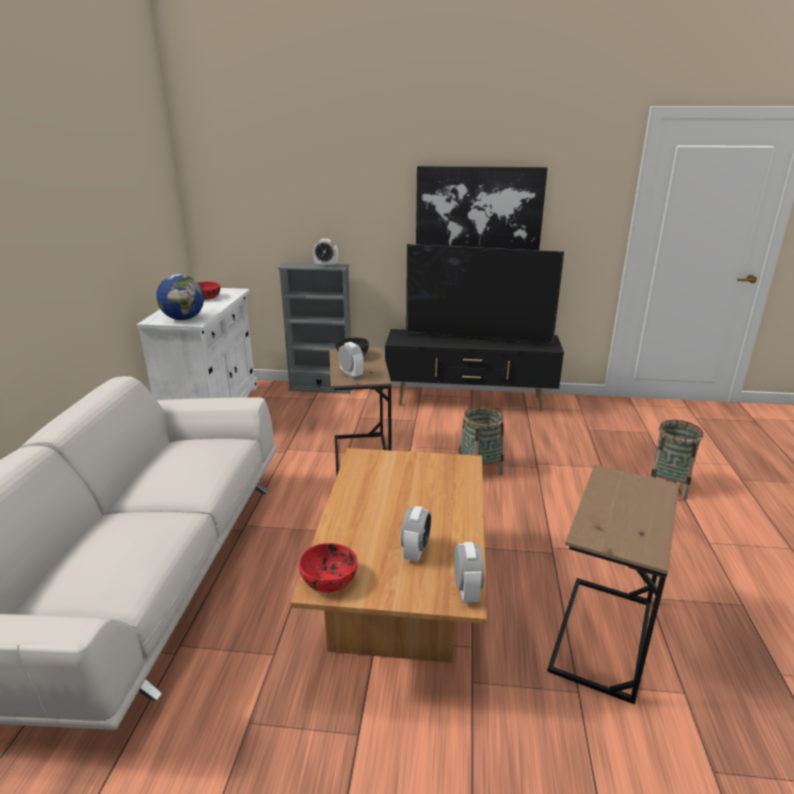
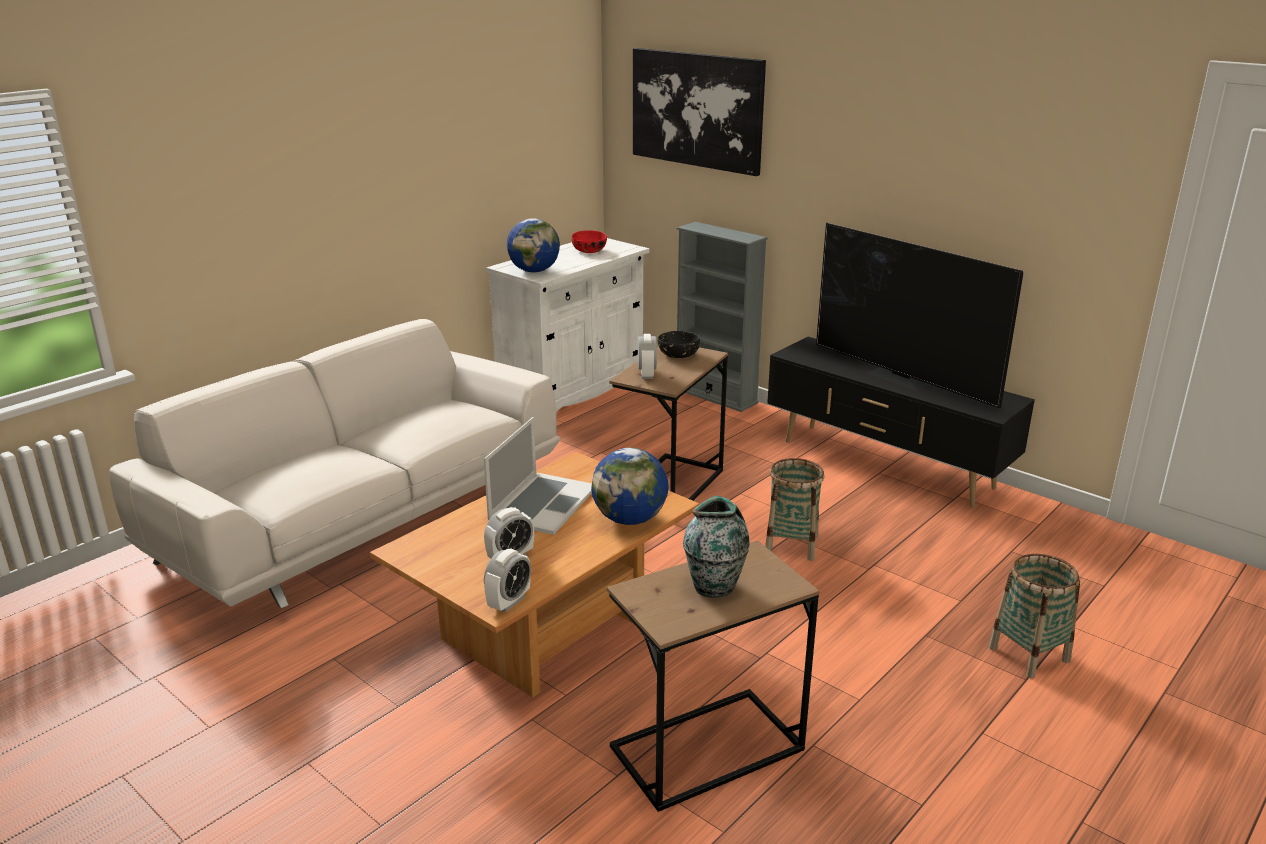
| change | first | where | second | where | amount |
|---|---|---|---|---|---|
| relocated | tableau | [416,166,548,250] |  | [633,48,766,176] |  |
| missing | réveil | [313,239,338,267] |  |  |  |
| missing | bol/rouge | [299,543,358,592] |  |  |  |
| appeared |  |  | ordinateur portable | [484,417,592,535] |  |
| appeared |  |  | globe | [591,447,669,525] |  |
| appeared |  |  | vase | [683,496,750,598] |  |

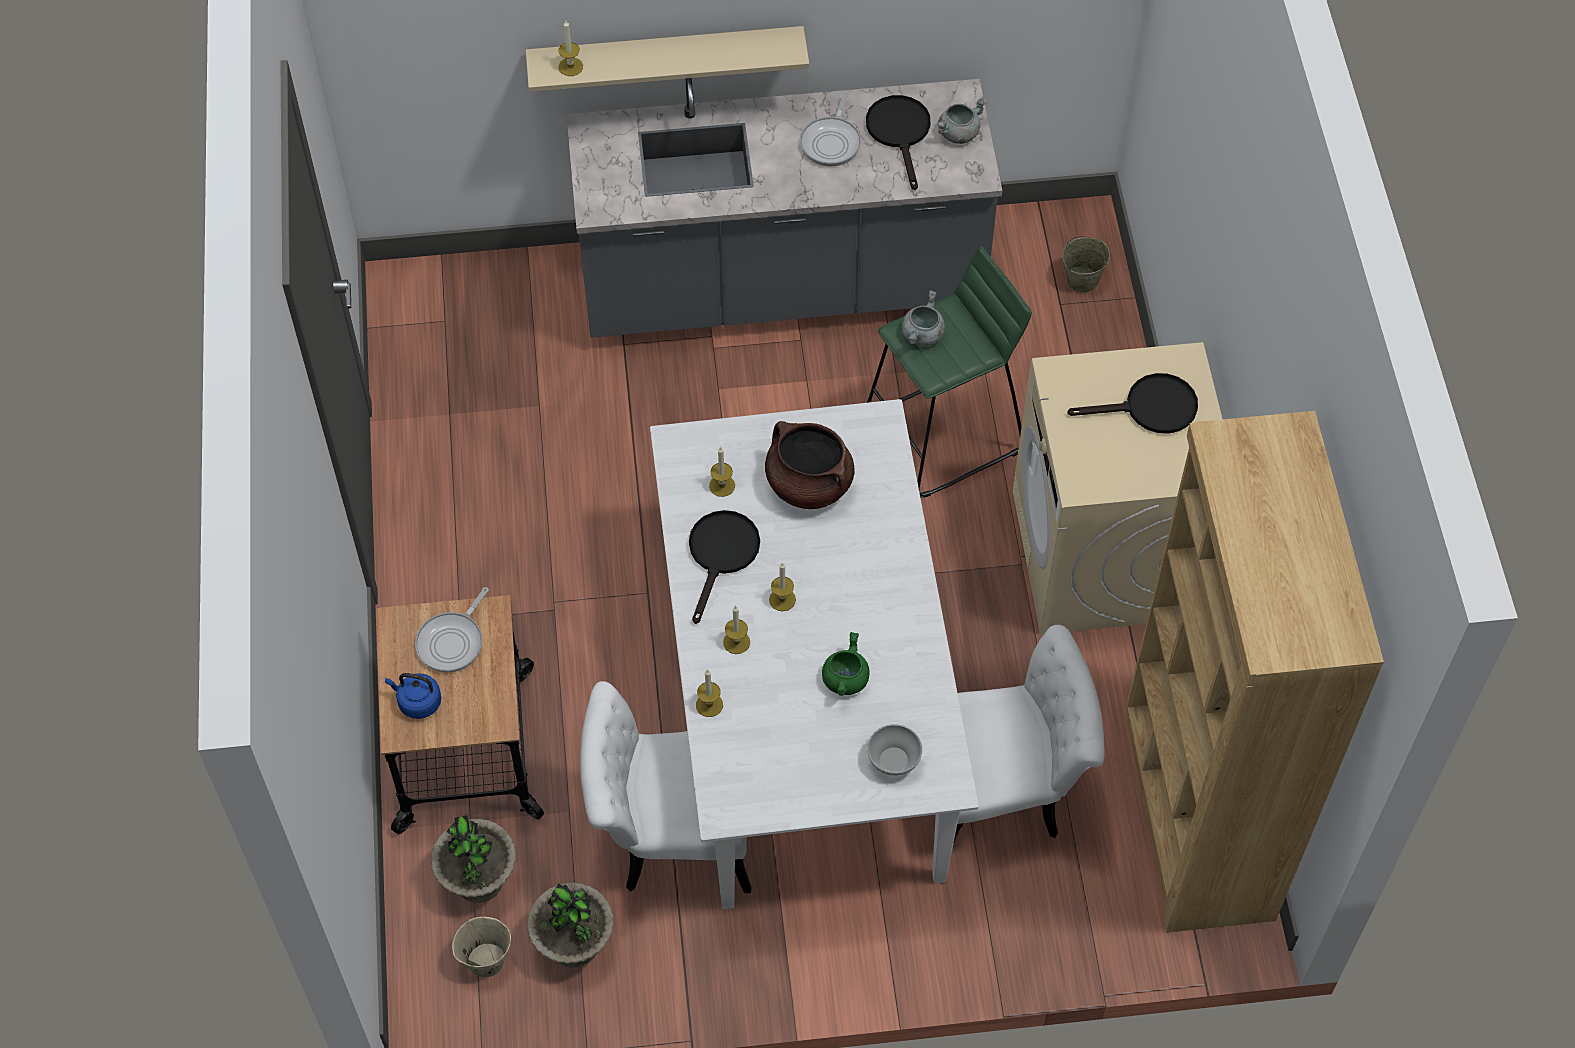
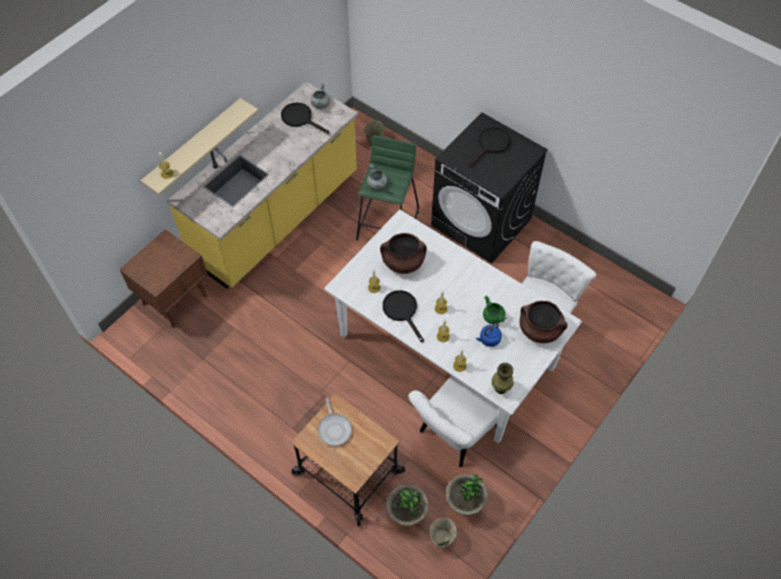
| change | first | where | second | where | amount |
|---|---|---|---|---|---|
| colour | comptoir de cuisine/gris | [566,78,1002,338] | comptoir de cuisine/jaune | [167,82,358,289] |  |
| missing | poêle | [800,92,861,167] |  |  |  |
| colour | lave-linge/beige | [1013,342,1222,634] | lave-linge/noir | [431,113,548,264] |  |
| missing | bibliothèque/marron | [1125,411,1384,933] |  |  |  |
| relocated | bouilloire/bleu | [385,673,441,719] |  | [476,323,502,347] |  |
| exchanged | bol | [867,724,922,776] | marmite/marron | [520,301,567,343] |  |
| appeared |  |  | table de chevet/marron | [119,229,208,328] |  |
| appeared |  |  | vase/vert | [492,363,513,394] |  |

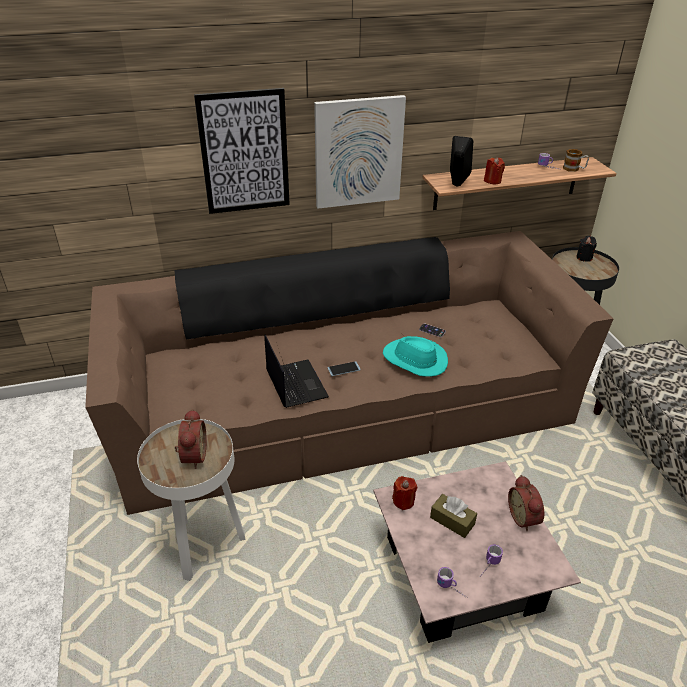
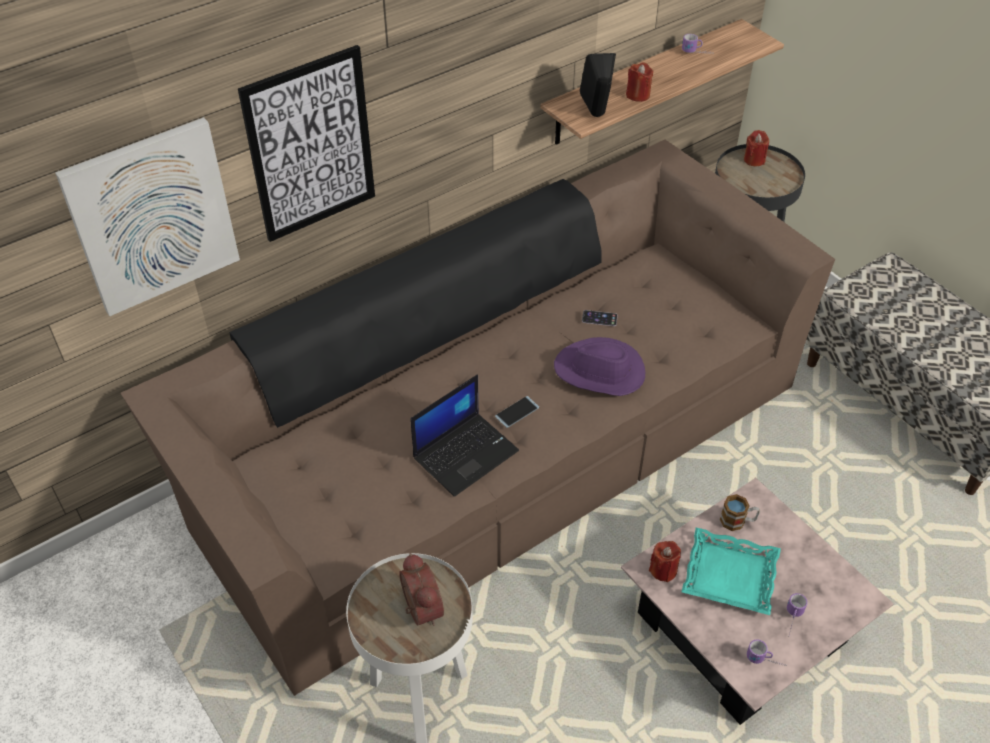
| change | first | where | second | where | amount |
|---|---|---|---|---|---|
| relocated | tableau | [314,95,406,209] |  | [55,117,240,316] |  |
| relocated | mug | [563,149,589,172] |  | [720,494,760,531] |  |
| colour | bougie/noir | [576,236,597,262] | bougie/rouge | [744,130,769,166] |  |
| spun | ordinateur portable | [264,334,329,408] |  | [410,374,519,497] | 90 degrees clockwise |
| colour | chapeau/turquoise | [383,336,448,377] | chapeau/violet | [554,337,645,396] |  |
| missing | réveil | [508,475,544,532] |  |  |  |
| exchanged | boîte à mouchoirs/marron | [430,494,477,538] | plateau/turquoise | [681,527,781,615] |  |

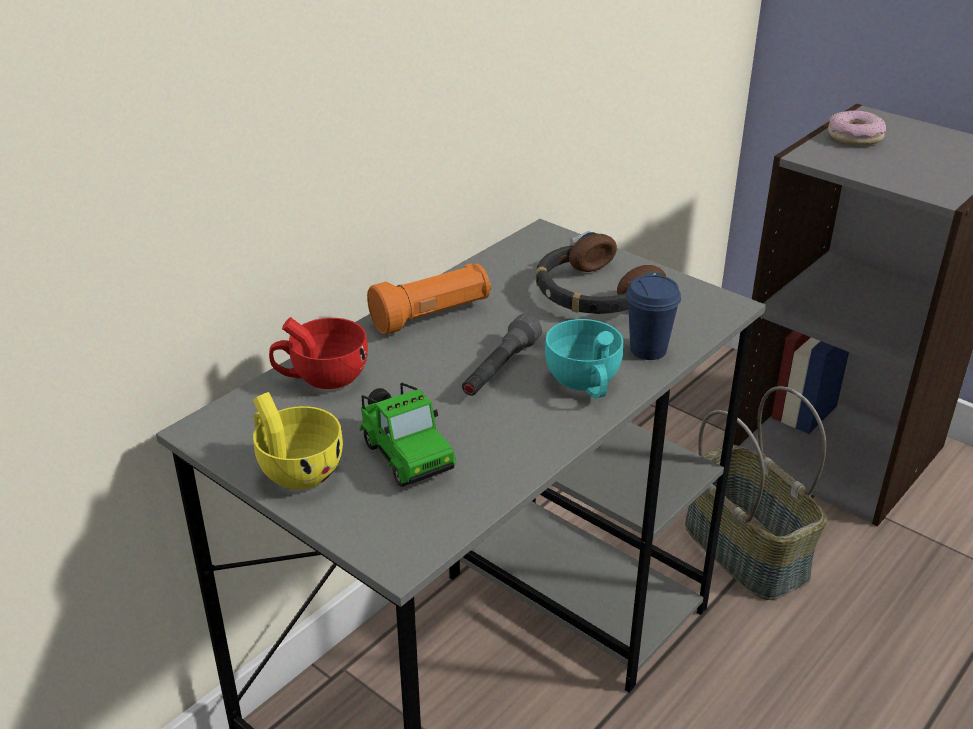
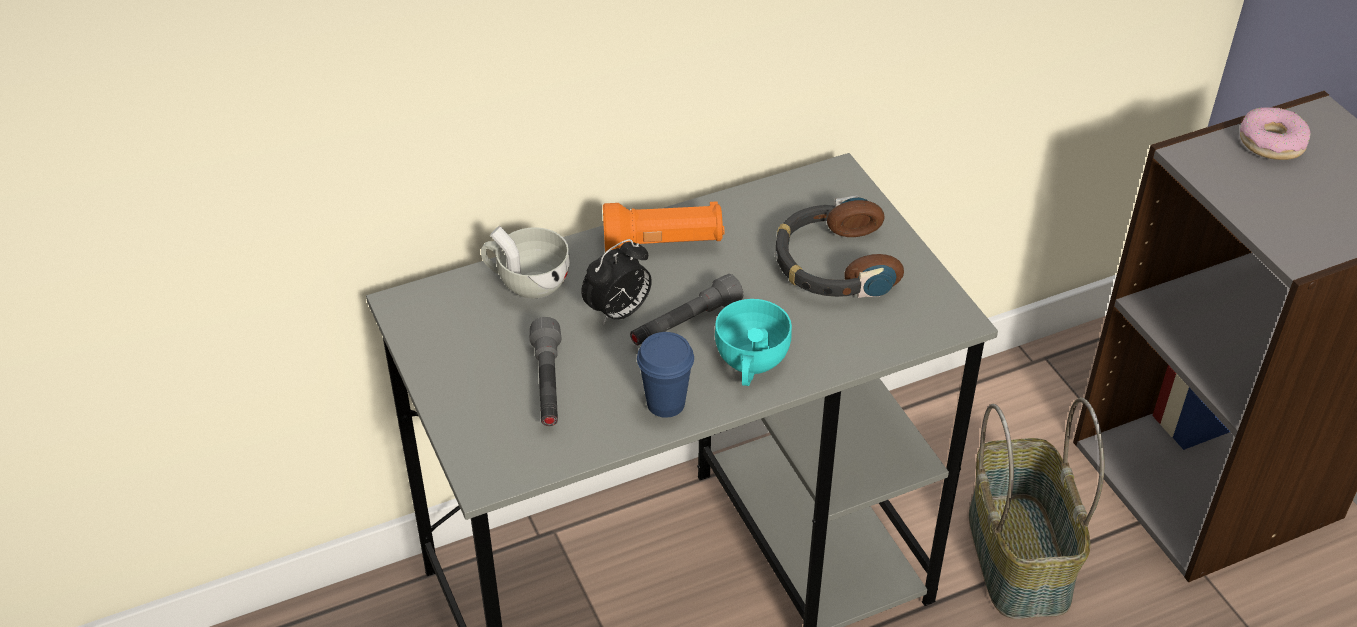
| change | first | where | second | where | amount |
|---|---|---|---|---|---|
| relocated | tasse/bleu | [626,275,681,360] |  | [637,332,694,418] |  |
| colour | tasse/rouge | [269,317,368,389] | tasse/blanc | [481,226,570,299] |  |
| exchanged | petite voiture | [359,383,457,487] | lampe de poche/gris | [530,317,561,426] |  |
| missing | tasse/jaune | [253,392,343,490] |  |  |  |
| appeared |  |  | réveil | [581,239,652,325] |  |

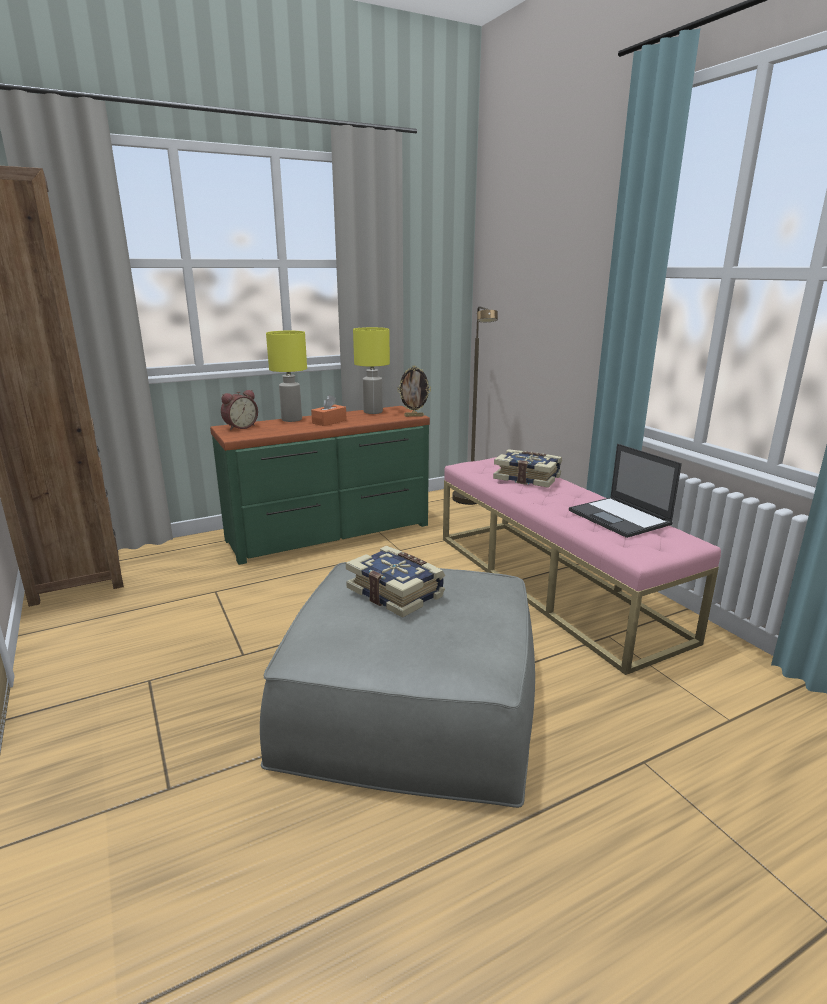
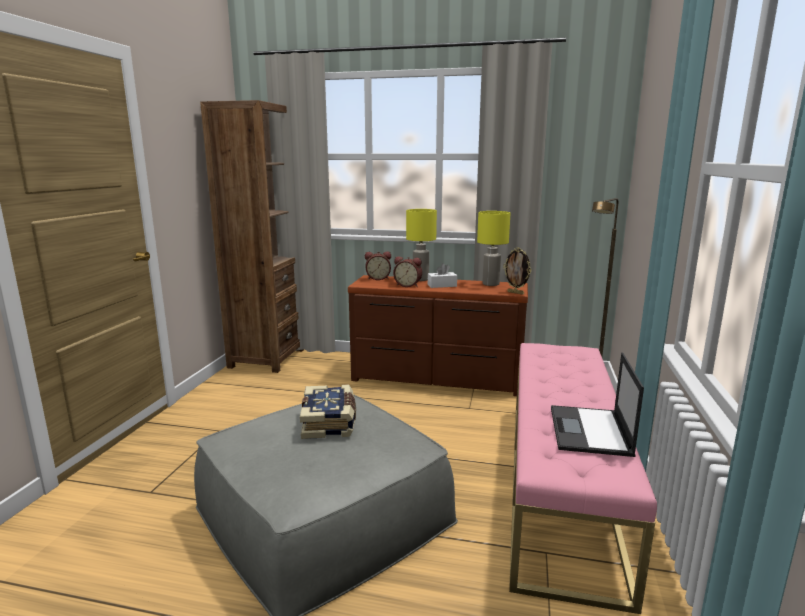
| change | first | where | second | where | amount |
|---|---|---|---|---|---|
| colour | boîte à mouchoirs/orange | [311,395,347,426] | boîte à mouchoirs/blanc | [428,263,457,288] |  |
| colour | commode/vert | [210,406,430,565] | commode/marron | [348,275,528,396] |  |
| missing | livre | [493,449,562,488] |  |  |  |
| appeared |  |  | réveil | [393,256,422,287] |  |

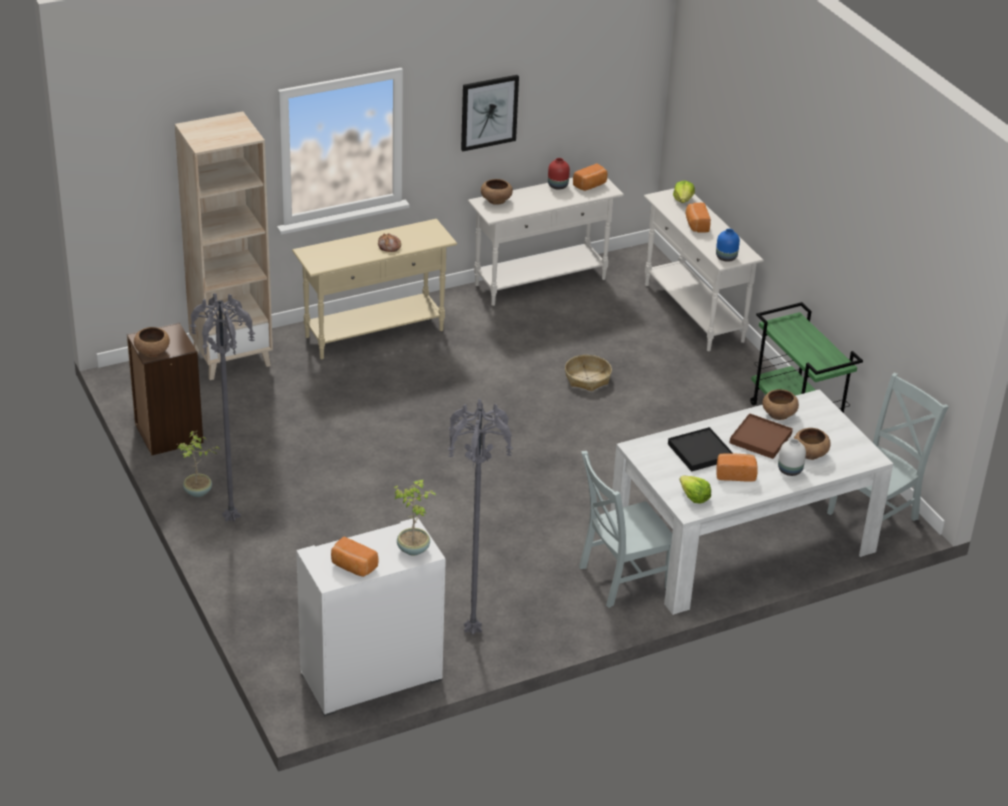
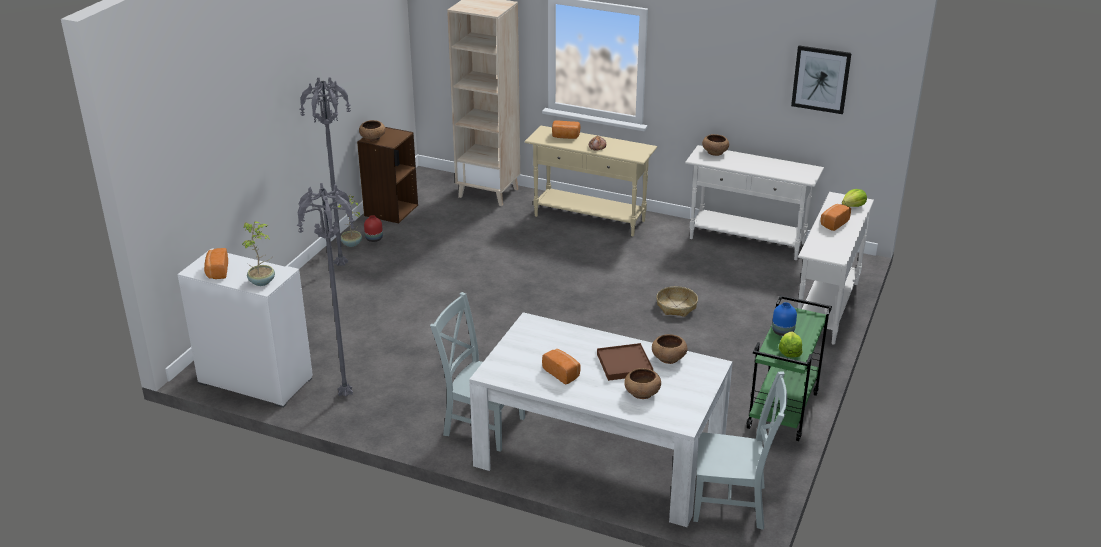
| change | first | where | second | where | amount |
|---|---|---|---|---|---|
| relocated | tableau | [461,75,519,151] |  | [791,45,852,114] |  |
| relocated | vase/rouge | [548,158,570,190] |  | [364,215,383,242] |  |
| relocated | pain | [573,164,607,191] |  | [552,120,580,139] |  |
| relocated | vase/bleu | [716,229,740,262] |  | [772,302,797,336] |  |
| missing | plateau/noir | [668,427,734,472] |  |  |  |
| missing | vase/blanc | [778,439,806,476] |  |  |  |
| relocated | laitue | [679,475,711,504] |  | [779,331,802,357] |  |

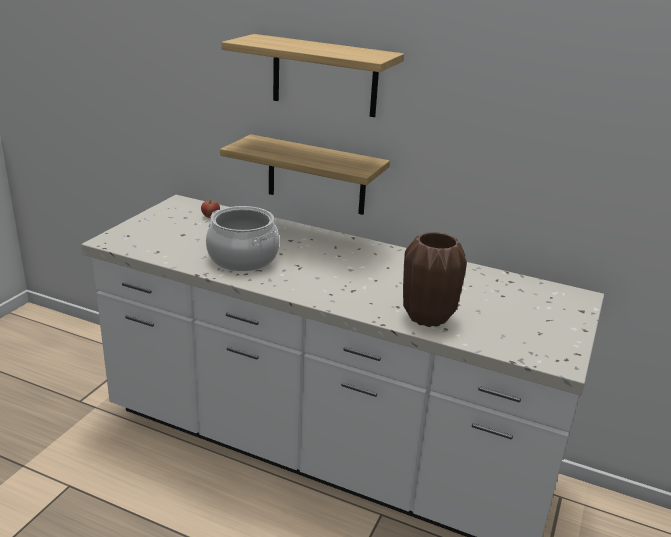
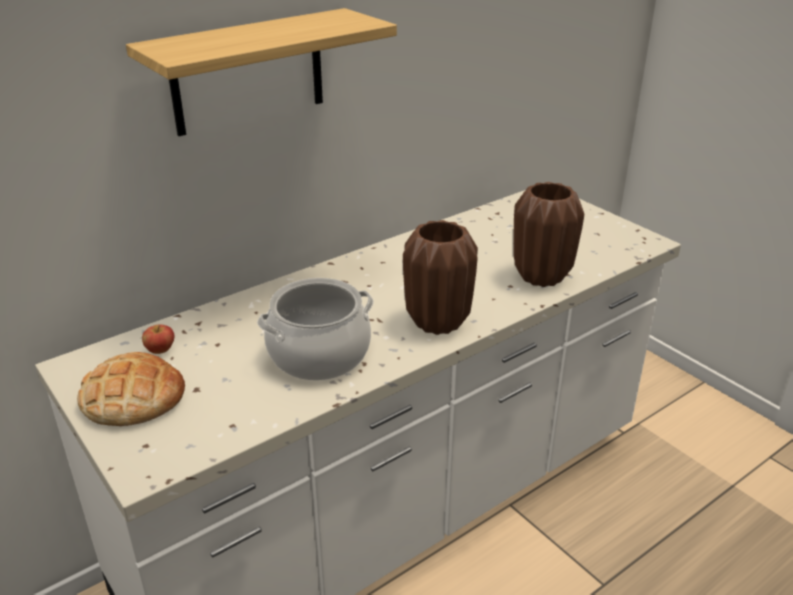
| change | first | where | second | where | amount |
|---|---|---|---|---|---|
| missing | étagère | [220,134,390,215] |  |  |  |
| appeared |  |  | vase/marron | [403,220,478,335] |  |
| appeared |  |  | pain | [77,352,185,426] |  |

